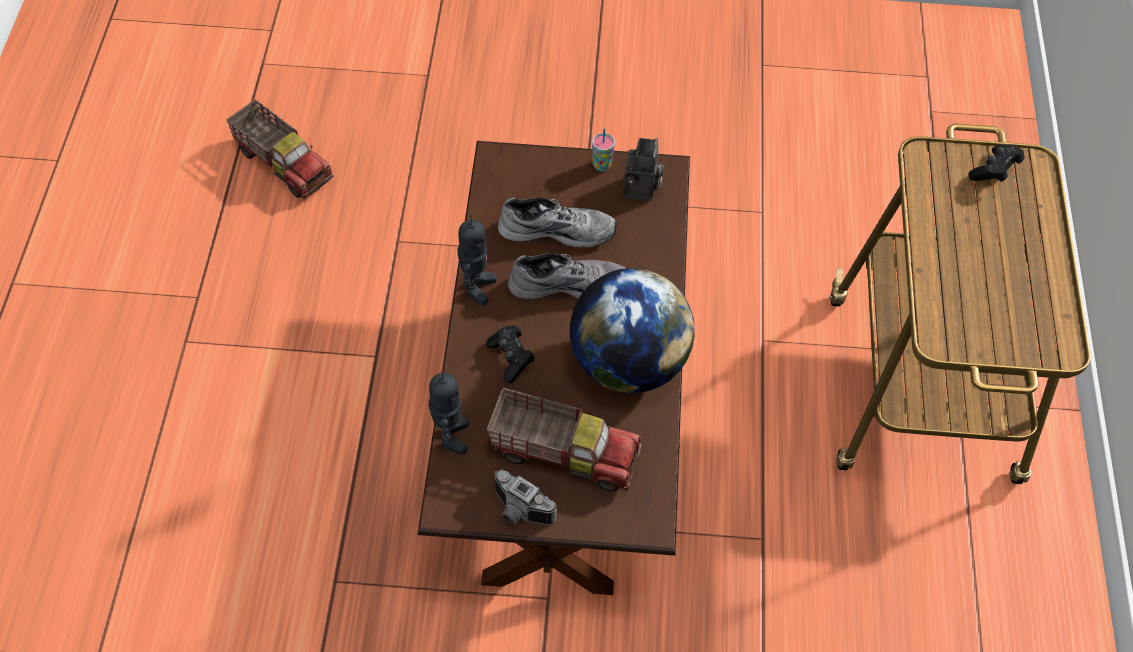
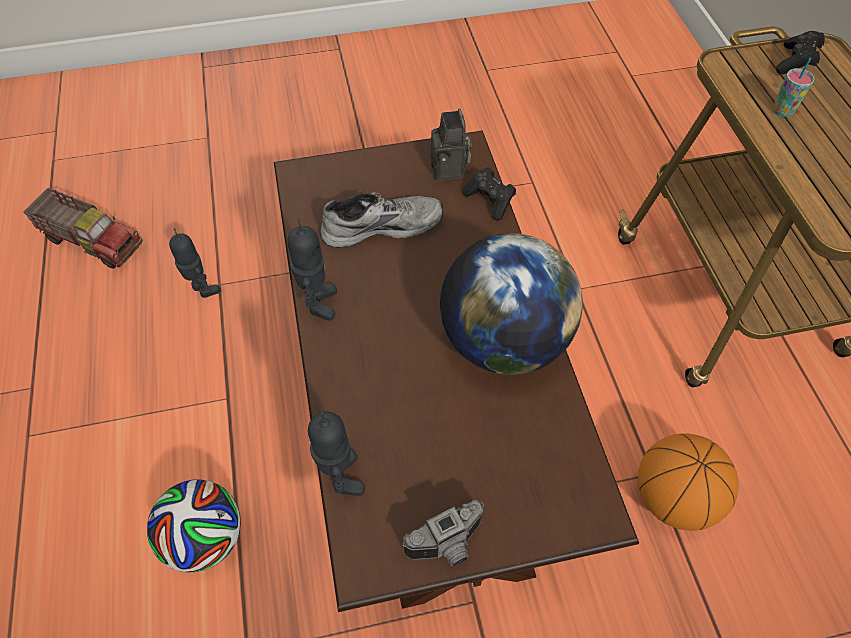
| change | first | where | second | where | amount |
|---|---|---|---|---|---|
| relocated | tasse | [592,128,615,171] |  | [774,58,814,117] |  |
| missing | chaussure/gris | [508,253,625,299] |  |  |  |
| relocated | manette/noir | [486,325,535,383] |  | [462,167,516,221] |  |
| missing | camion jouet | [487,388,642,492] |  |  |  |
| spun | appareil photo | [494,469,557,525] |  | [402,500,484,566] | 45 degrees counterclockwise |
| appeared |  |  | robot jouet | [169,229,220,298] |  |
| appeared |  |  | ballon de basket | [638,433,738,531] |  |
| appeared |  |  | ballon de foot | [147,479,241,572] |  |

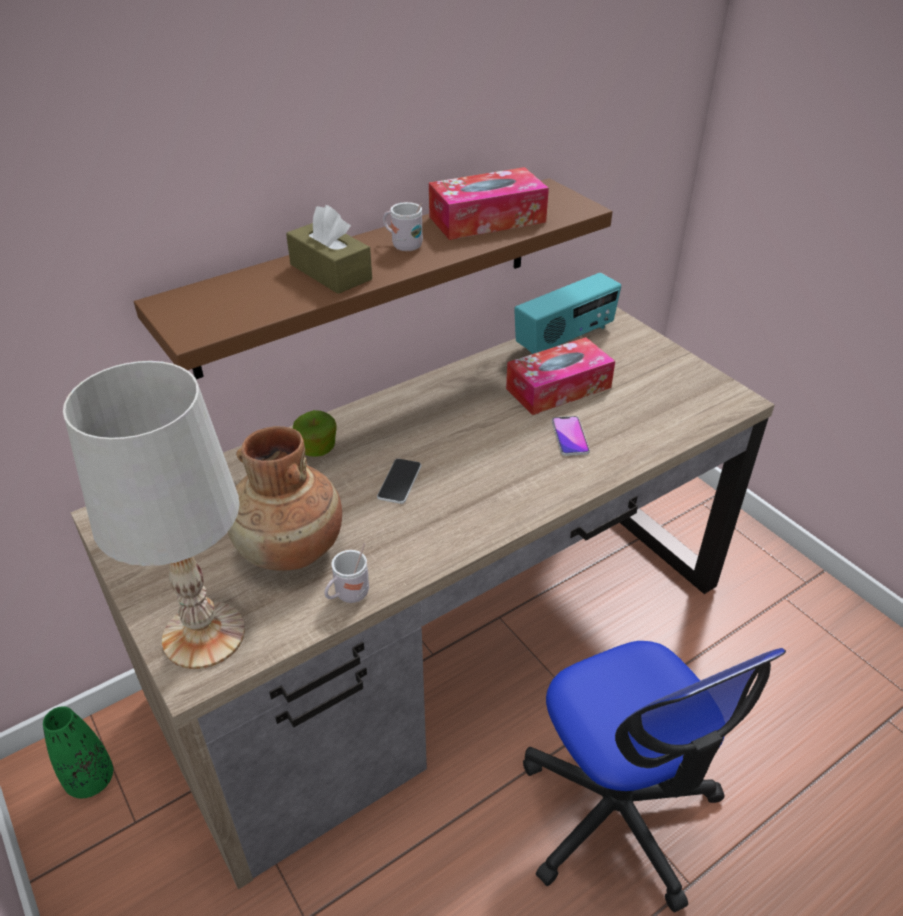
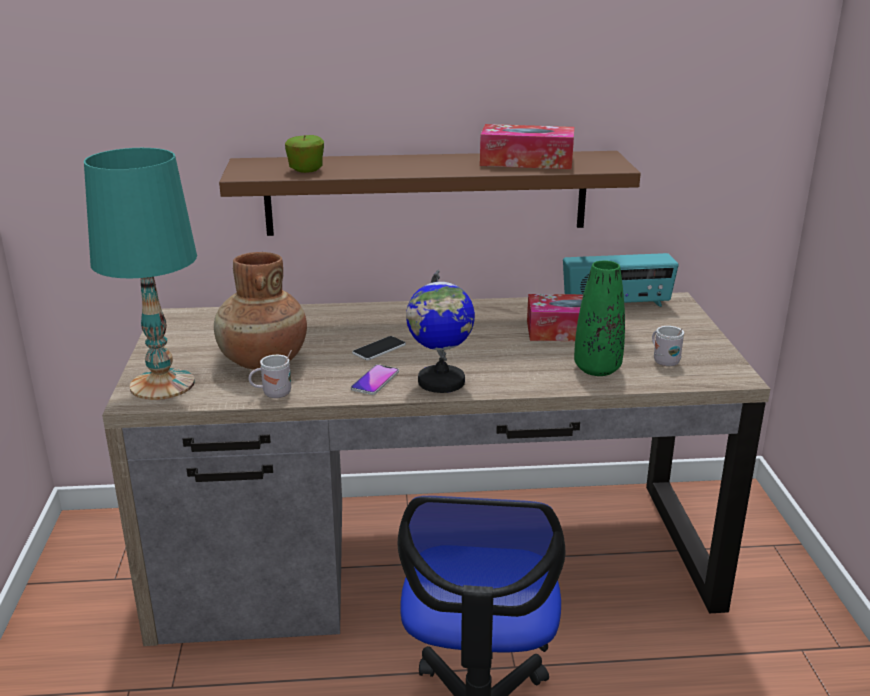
| change | first | where | second | where | amount |
|---|---|---|---|---|---|
| relocated | mug/blanc | [383,202,423,251] |  | [652,326,684,366] |  |
| missing | boîte à mouchoirs/marron | [286,205,372,294] |  |  |  |
| colour | lampe de table/blanc | [63,361,245,669] | lampe de table/turquoise | [84,148,197,400] |  |
| relocated | pomme | [293,410,336,456] |  | [285,135,324,173] |  |
| relocated | téléphone | [552,416,590,456] |  | [351,364,399,395] |  |
| relocated | vase/vert | [43,706,113,798] |  | [574,260,625,376] |  |
| appeared |  |  | globe | [406,270,475,393] |  |

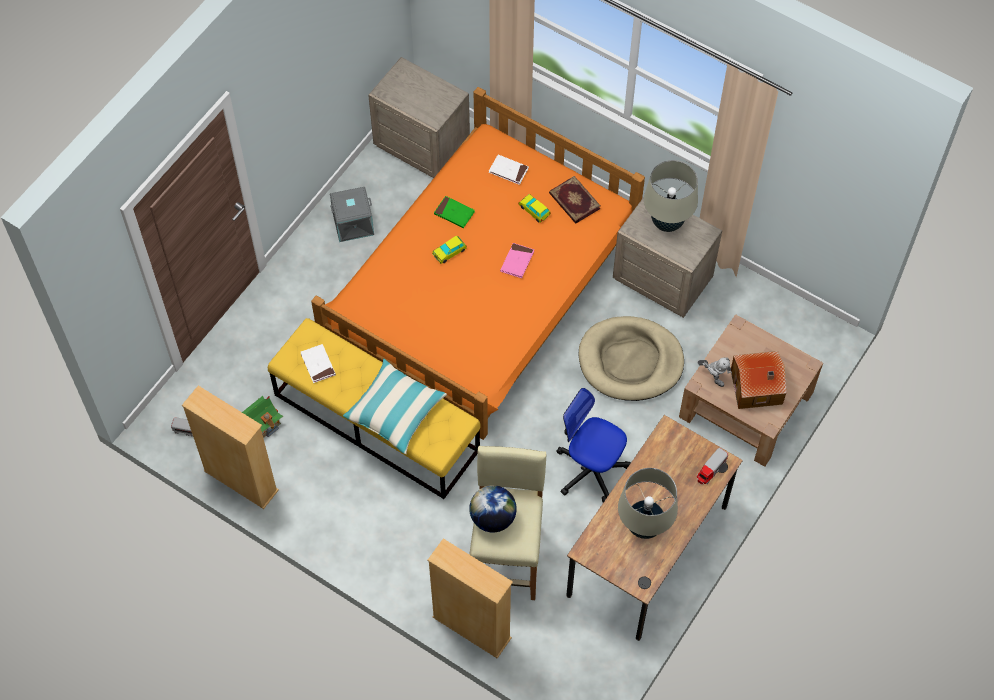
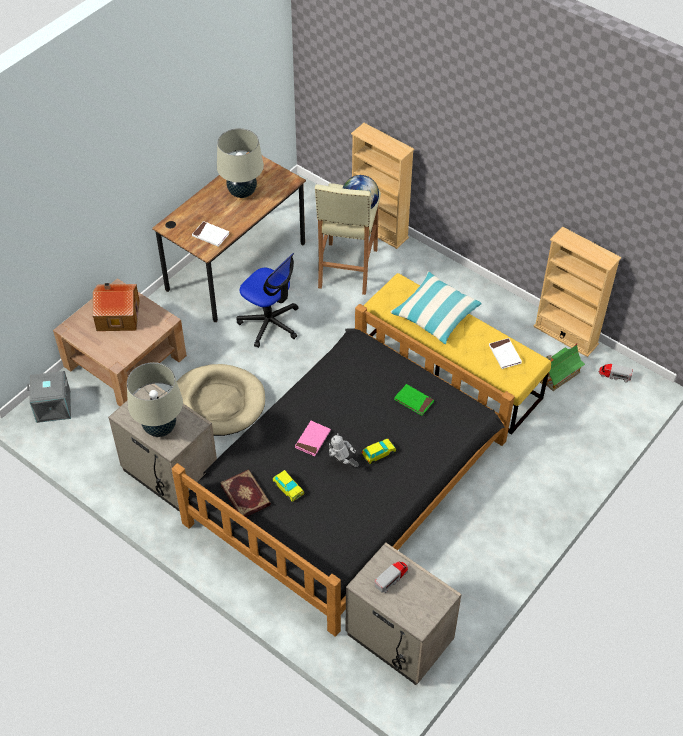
| change | first | where | second | where | amount |
|---|---|---|---|---|---|
| colour | lit/orange | [311,87,645,440] | lit/noir | [172,304,515,636] |  |
| relocated | livre/blanc | [489,155,529,185] |  | [192,221,230,247] |  |
| relocated | boîte de rangement/gris | [330,187,374,242] |  | [27,371,71,423] |  |
| relocated | livre/vert | [434,196,475,228] |  | [394,384,434,416] |  |
| relocated | robot jouet | [697,357,732,387] |  | [329,433,358,467] |  |
| relocated | camion jouet | [697,448,728,484] |  | [374,561,408,593] |  |

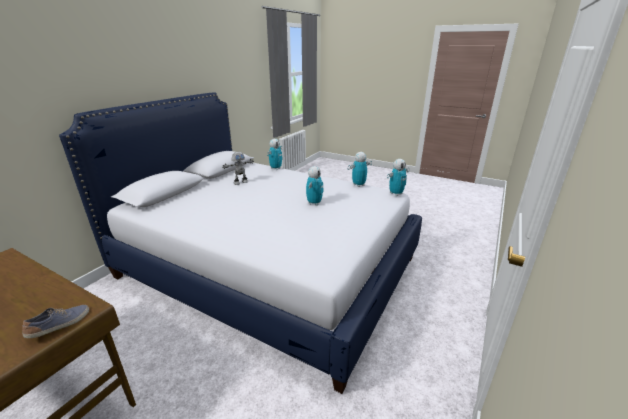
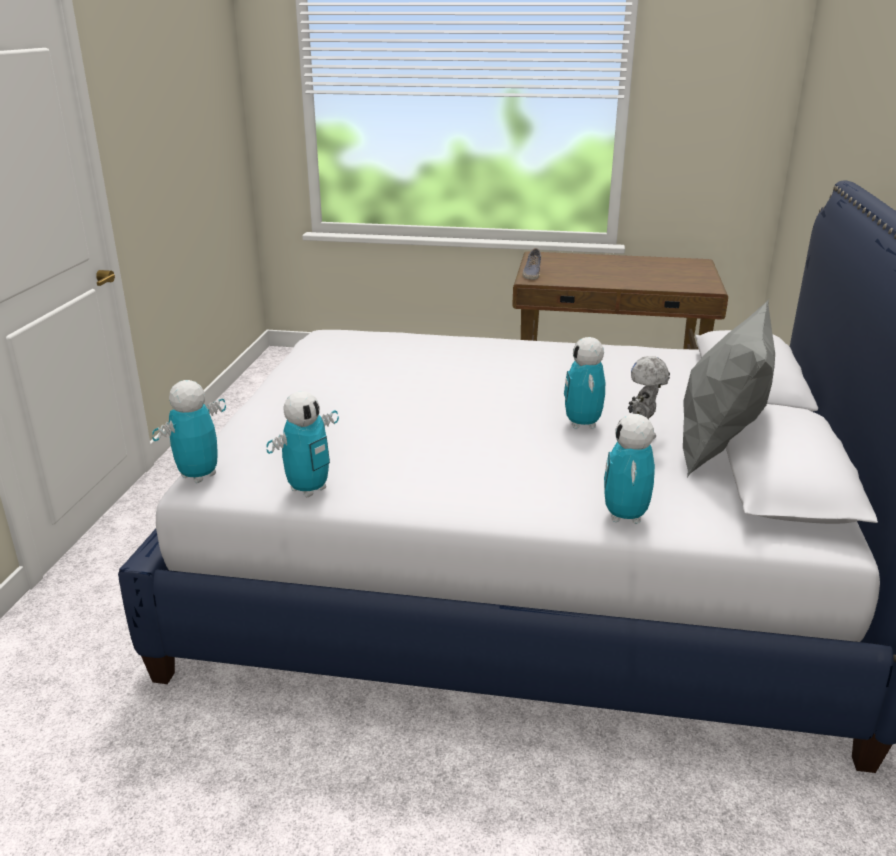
| change | first | where | second | where | amount |
|---|---|---|---|---|---|
| relocated | robot jouet | [306,166,324,206] |  | [564,337,605,429] |  |
| appeared |  |  | coussin/gris | [683,297,775,478] |  |

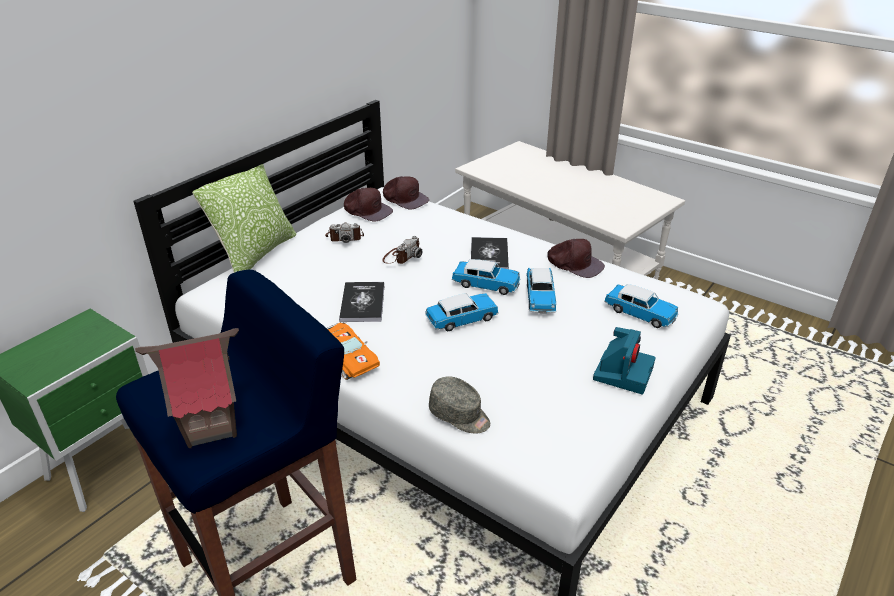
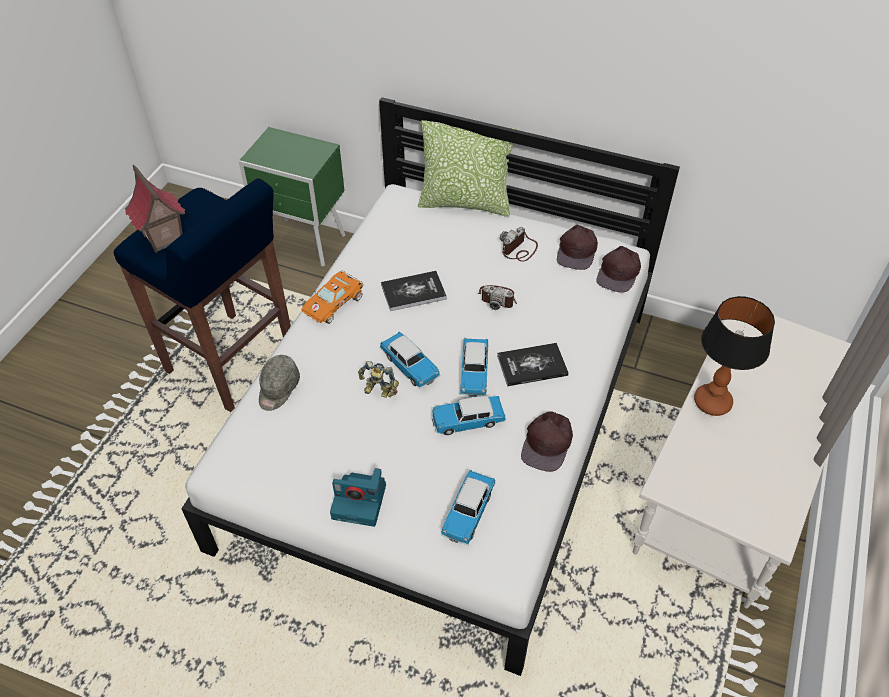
| change | first | where | second | where | amount |
|---|---|---|---|---|---|
| spun | appareil photo | [325,222,364,243] |  | [500,227,538,262] | 60 degrees clockwise |
| appeared |  |  | lampe de table | [694,296,775,416] |  |
| appeared |  |  | robot jouet | [358,361,399,398] |  |

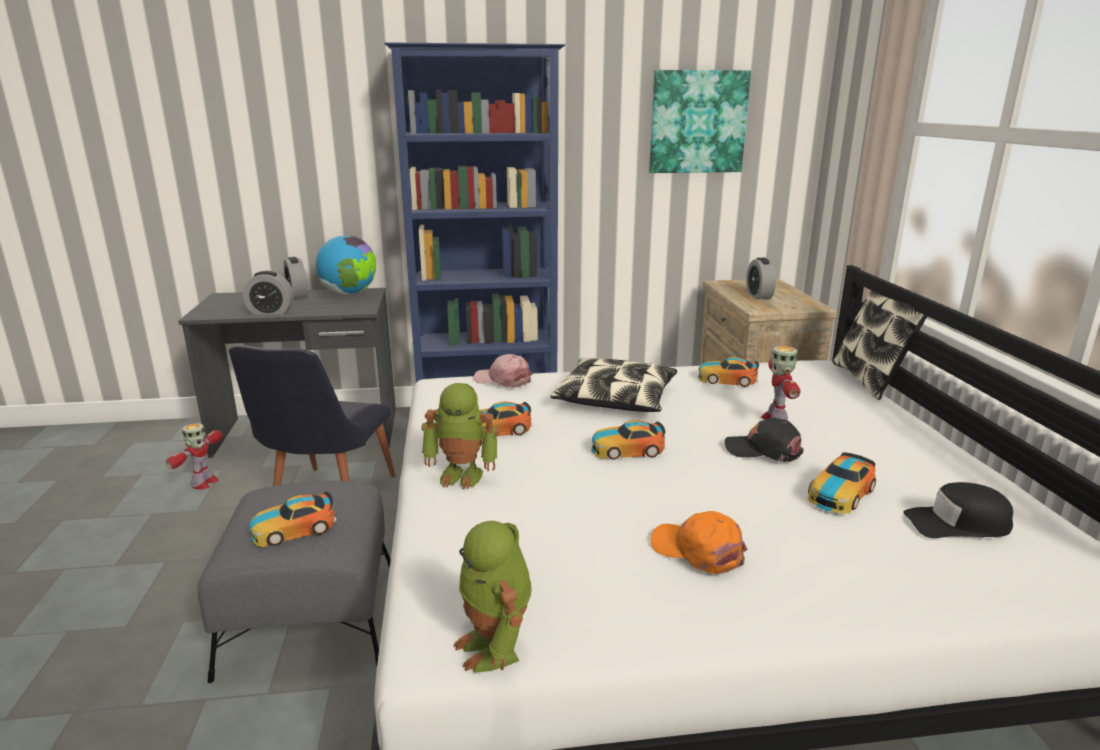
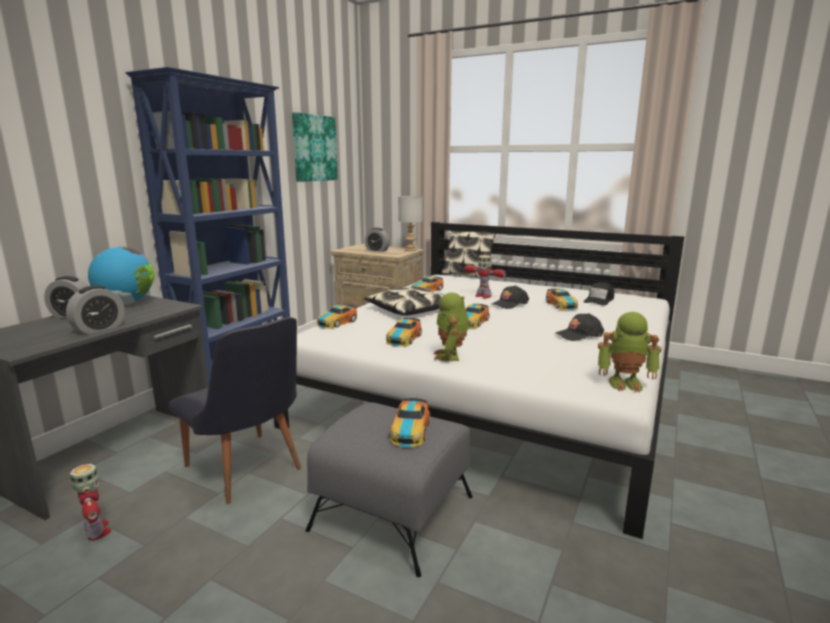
| change | first | where | second | where | amount |
|---|---|---|---|---|---|
| exchanged | casquette/rose | [474,354,532,388] | petite voiture | [317,304,357,329] |  |
| spun | robot jouet | [421,383,499,489] |  | [433,293,469,361] | 135 degrees clockwise |
| colour | casquette/orange | [651,511,747,574] | casquette/noir | [555,313,604,341] |  |
| appeared |  |  | lampe de table/gris | [398,196,423,251] |  |

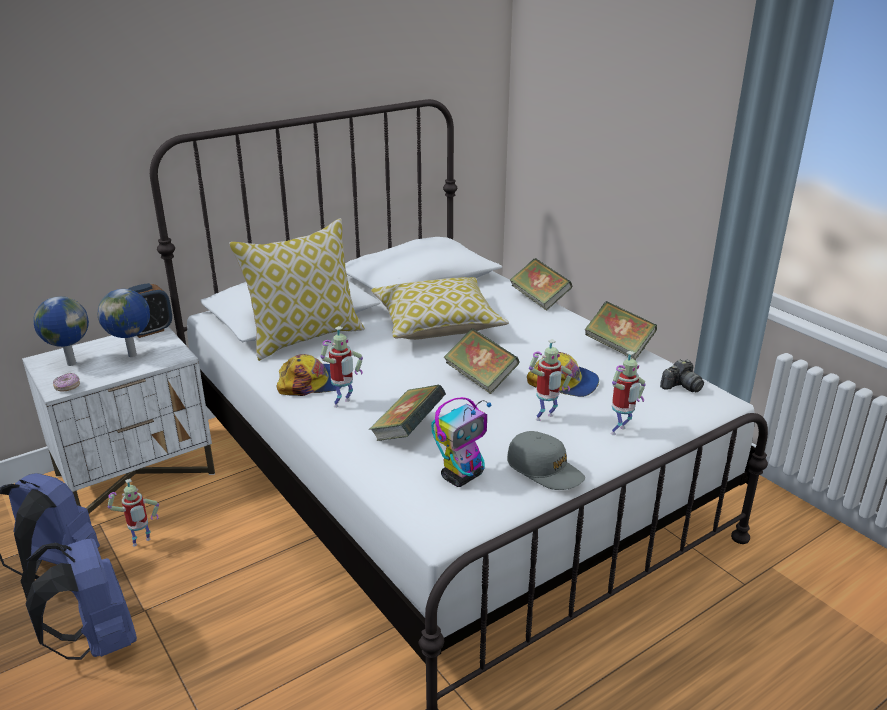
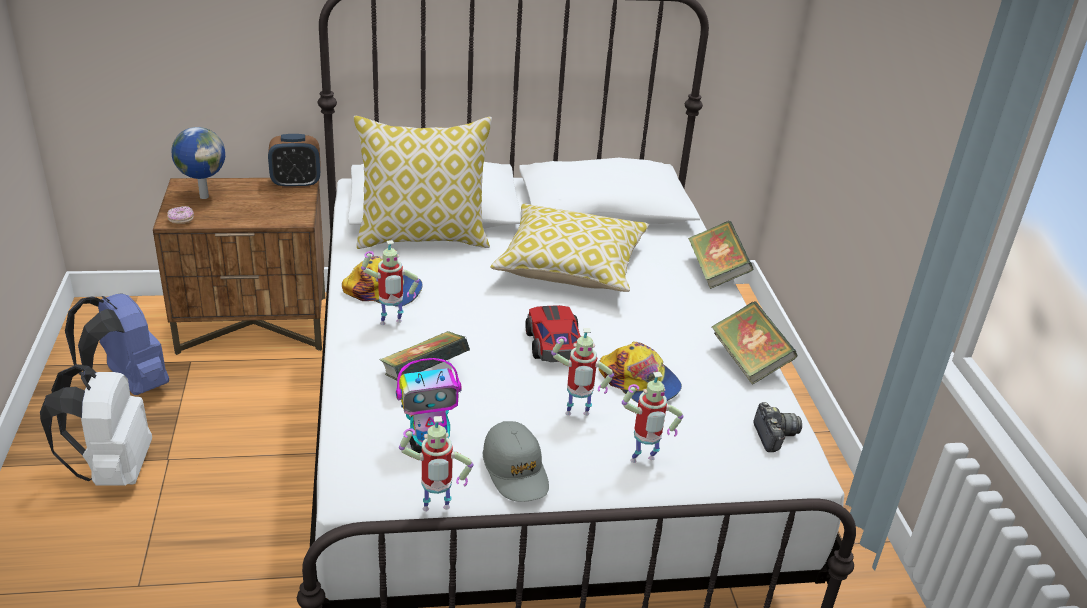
| change | first | where | second | where | amount |
|---|---|---|---|---|---|
| missing | globe | [98,289,150,357] |  |  |  |
| colour | table de chevet/blanc | [22,326,215,513] | table de chevet/marron | [153,178,325,355] |  |
| exchanged | livre | [443,329,519,394] | petite voiture | [525,305,581,362] |  |
| spun | appareil photo | [660,359,704,392] |  | [753,402,802,452] | 90 degrees counterclockwise |
| relocated | robot jouet | [107,479,159,547] |  | [399,416,474,511] |  |
| colour | sac à dos/bleu | [21,538,137,660] | sac à dos/blanc | [40,364,152,486] |  |

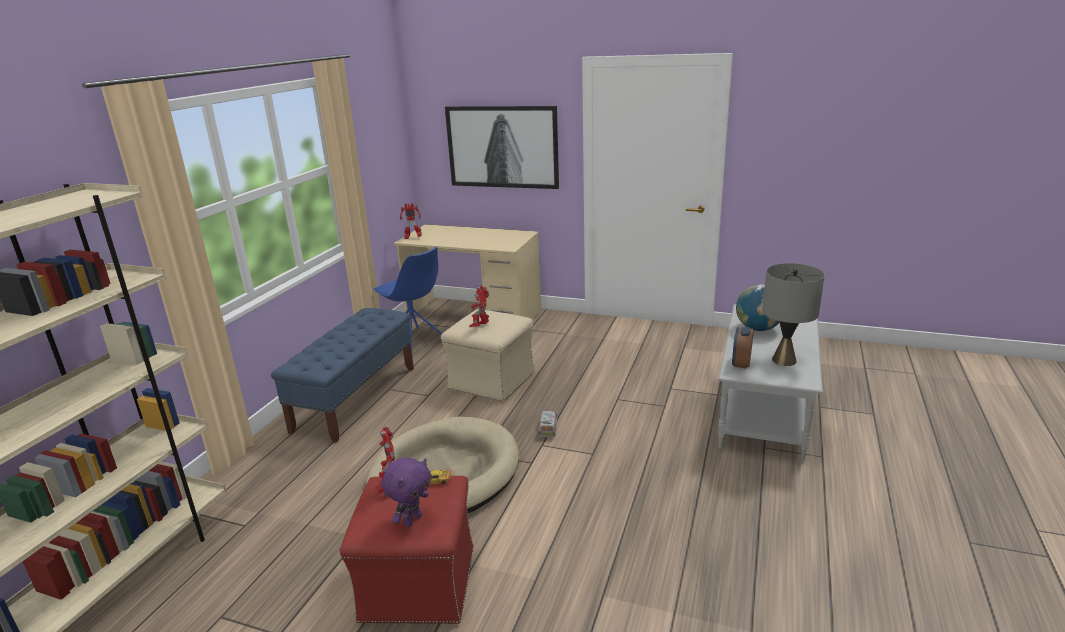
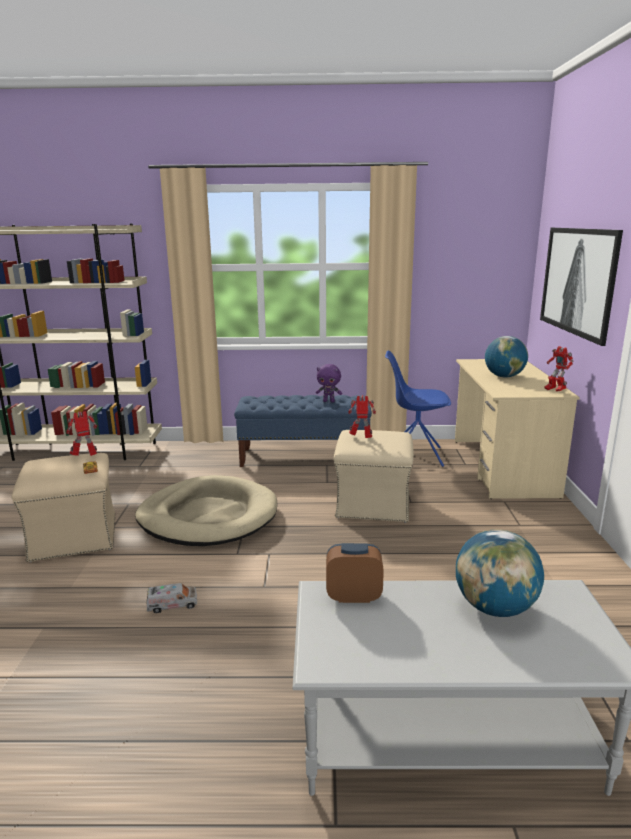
| change | first | where | second | where | amount |
|---|---|---|---|---|---|
| relocated | robot jouet | [400,203,422,239] |  | [545,346,573,392] |  |
| spun | chaise/bleu | [373,247,443,351] |  | [385,351,451,467] | 75 degrees clockwise |
| missing | lampe de table/gris | [762,263,825,366] |  |  |  |
| relocated | camion jouet | [539,411,558,437] |  | [146,583,197,613] |  |
| relocated | peluche/violet | [381,458,431,527] |  | [316,364,342,402] |  |
| colour | pouf/rouge | [340,476,474,624] | pouf/beige | [11,453,115,562] |  |
| appeared |  |  | globe | [485,336,528,378] |  |

